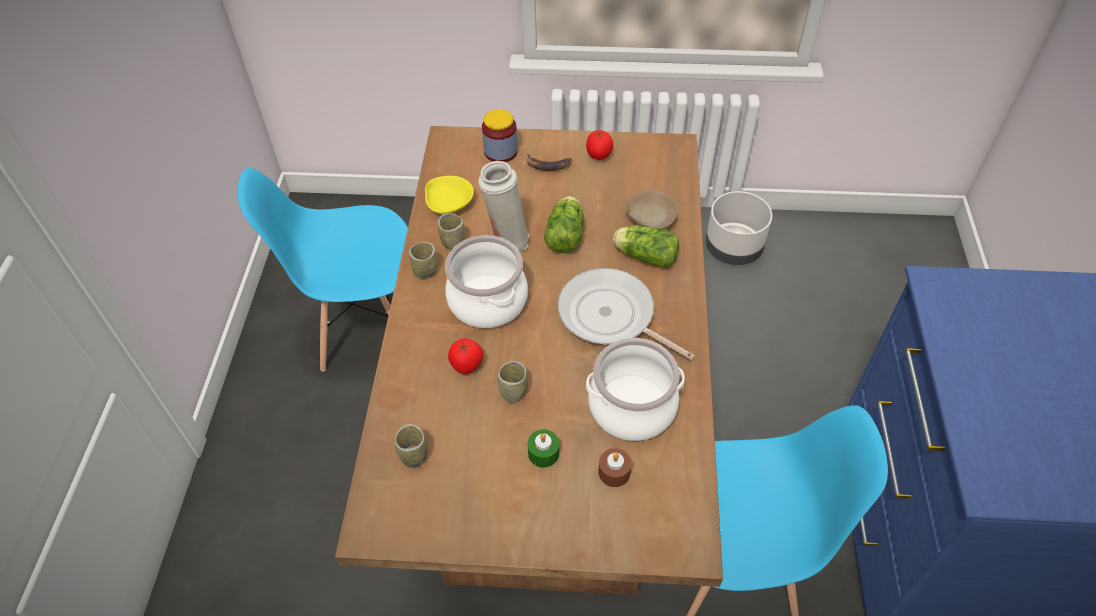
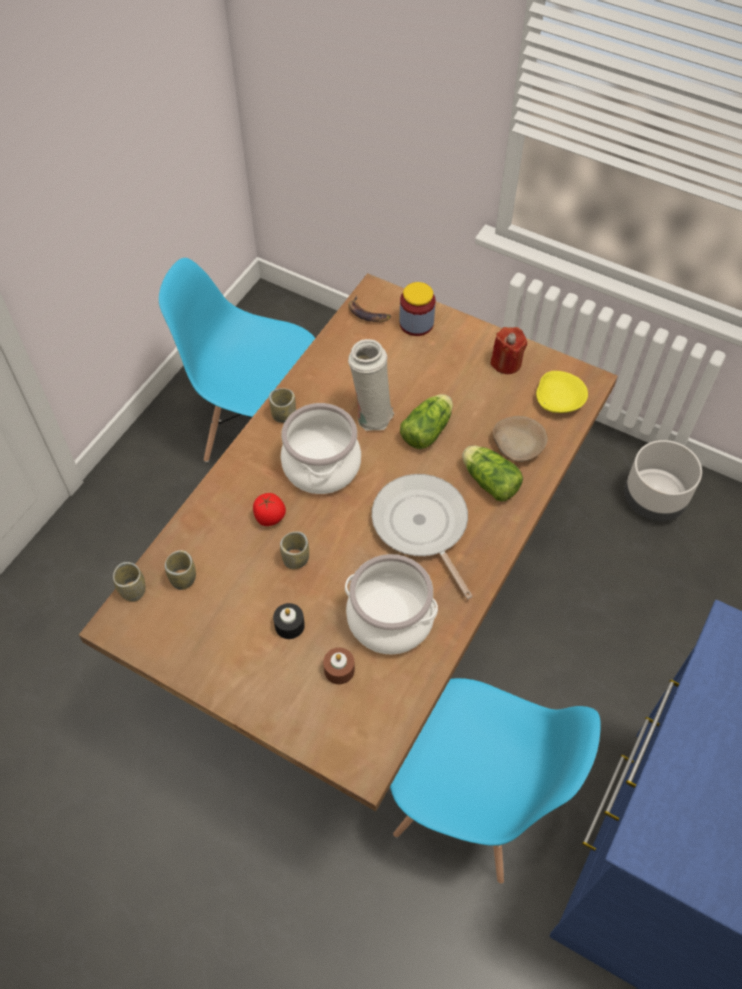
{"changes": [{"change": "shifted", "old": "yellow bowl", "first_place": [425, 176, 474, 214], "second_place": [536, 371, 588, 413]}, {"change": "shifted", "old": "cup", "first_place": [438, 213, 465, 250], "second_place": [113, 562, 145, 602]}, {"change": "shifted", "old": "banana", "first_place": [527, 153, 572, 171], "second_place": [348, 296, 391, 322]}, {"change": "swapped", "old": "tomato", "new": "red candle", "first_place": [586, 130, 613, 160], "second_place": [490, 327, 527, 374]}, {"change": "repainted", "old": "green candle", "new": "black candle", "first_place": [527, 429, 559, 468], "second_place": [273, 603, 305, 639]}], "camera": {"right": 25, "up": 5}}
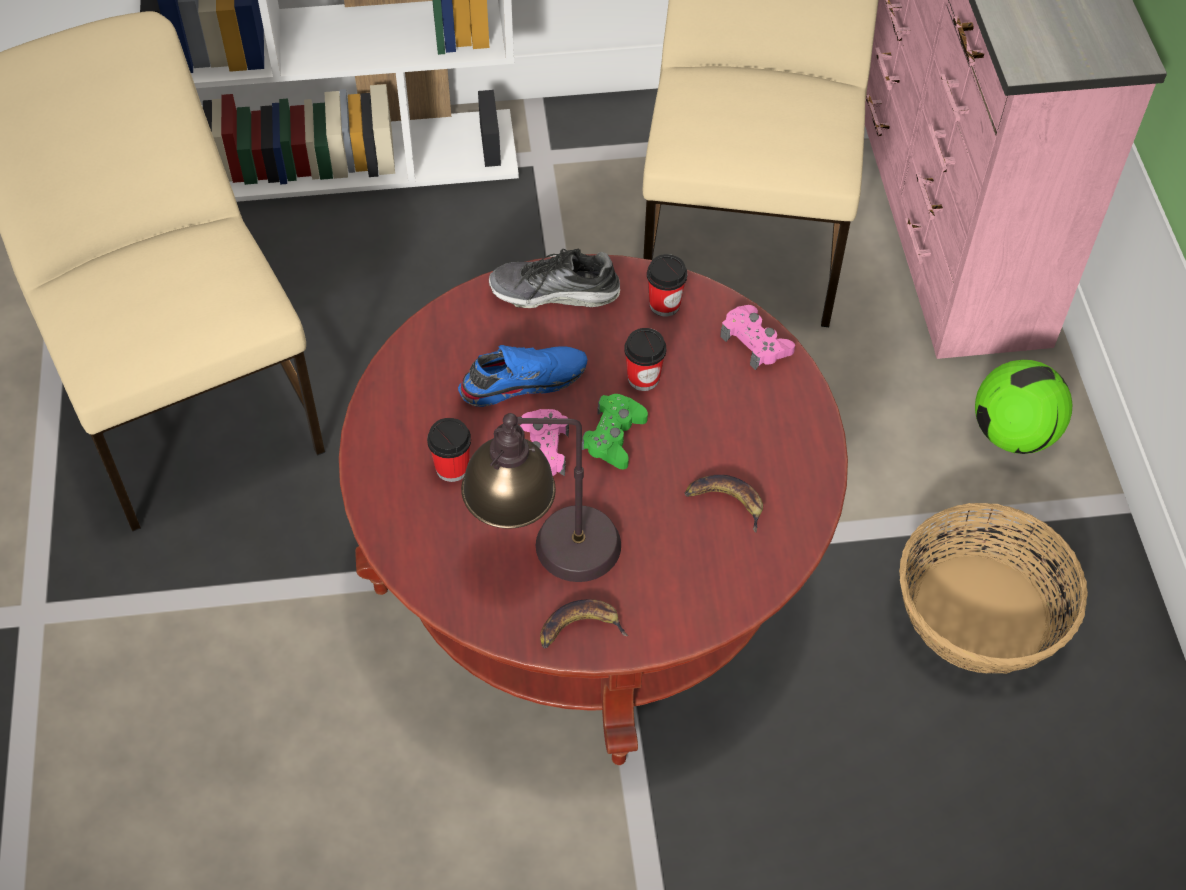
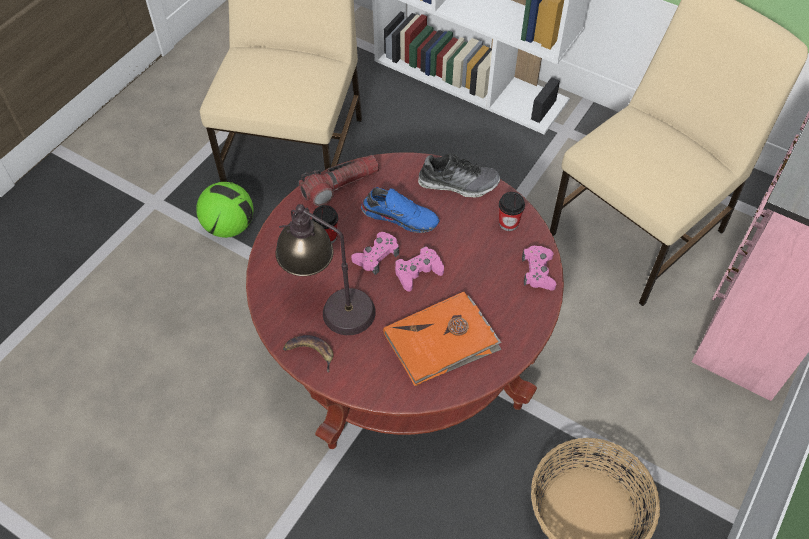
{"changes": [{"change": "gone", "old": "cup", "first_place": [624, 328, 666, 391]}, {"change": "new", "new": "flashlight", "second_place": [299, 155, 379, 206]}, {"change": "shifted", "old": "football", "first_place": [975, 360, 1072, 454], "second_place": [196, 182, 253, 238]}, {"change": "swapped", "old": "banana", "new": "orange book", "first_place": [685, 475, 763, 532], "second_place": [383, 292, 502, 386]}, {"change": "repainted", "old": "green game controller", "new": "pink game controller", "first_place": [582, 394, 648, 469], "second_place": [395, 246, 444, 292]}, {"change": "rotated", "old": "shoe", "first_place": [489, 249, 620, 308], "second_place": [418, 153, 500, 198], "degrees": 150}], "camera": {"right": 40, "up": 0}}
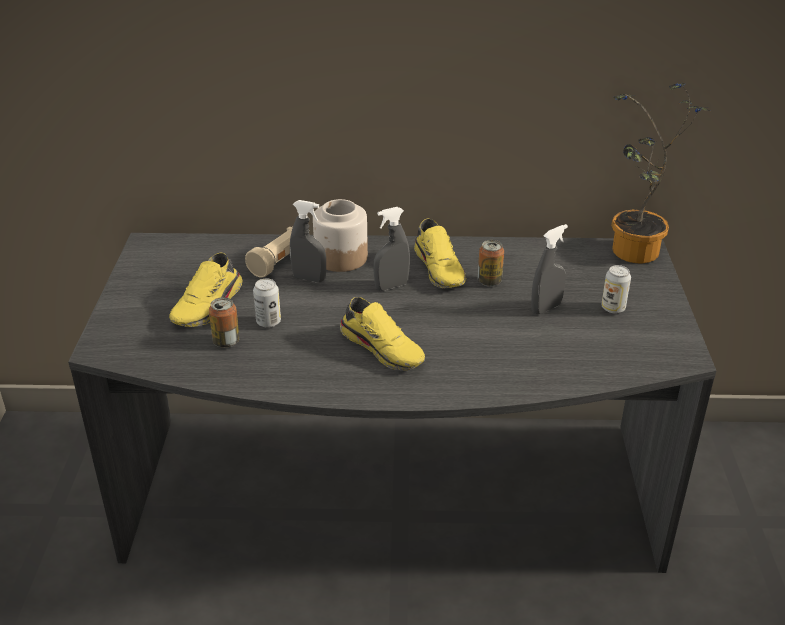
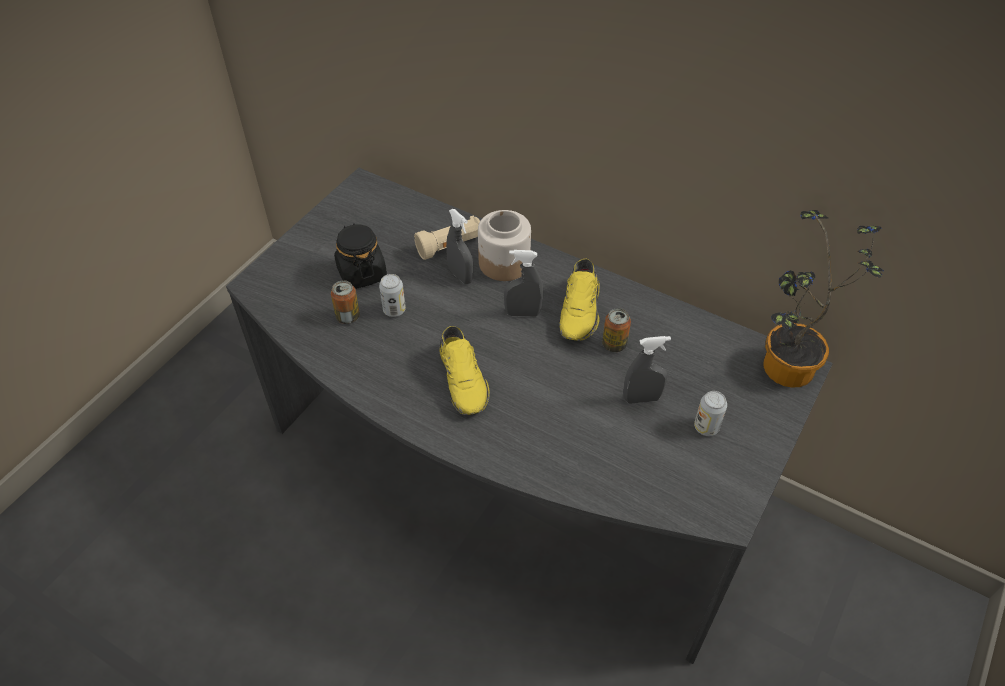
{"changes": [{"change": "swapped", "old": "yellow shoe", "new": "black jar", "first_place": [169, 253, 243, 327], "second_place": [334, 223, 387, 289]}], "camera": {"right": 30, "up": 15}}
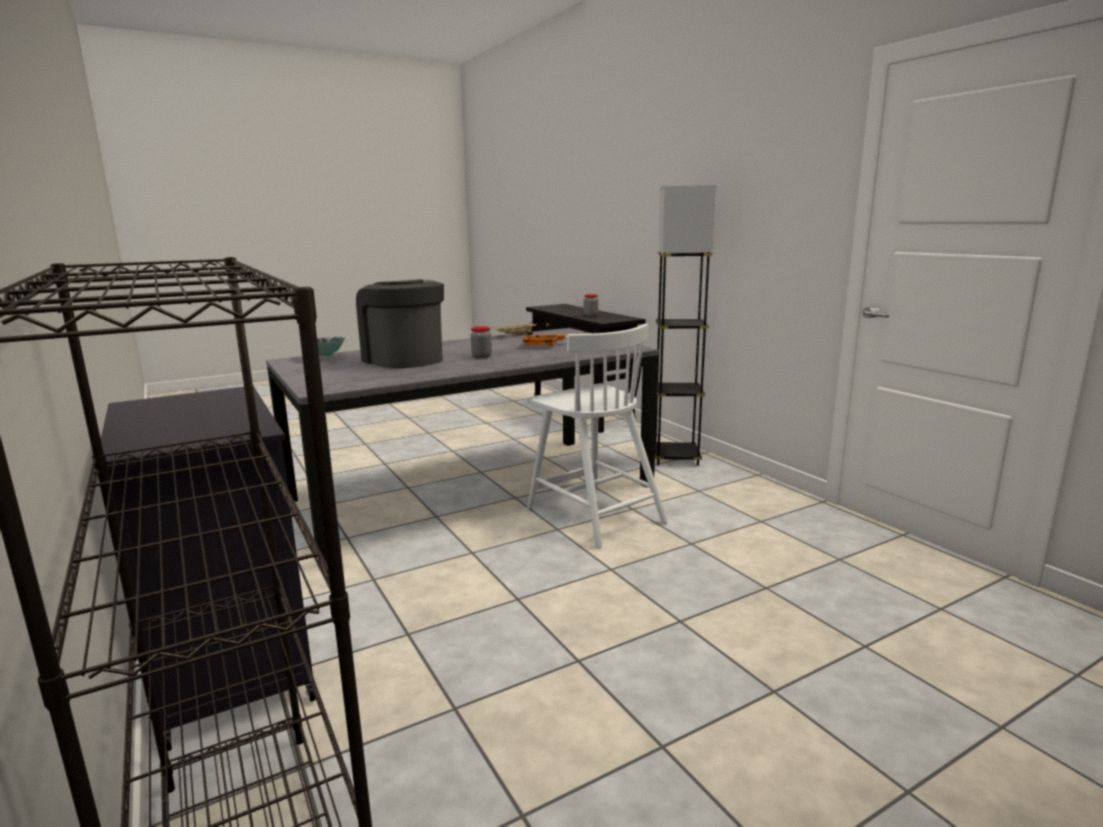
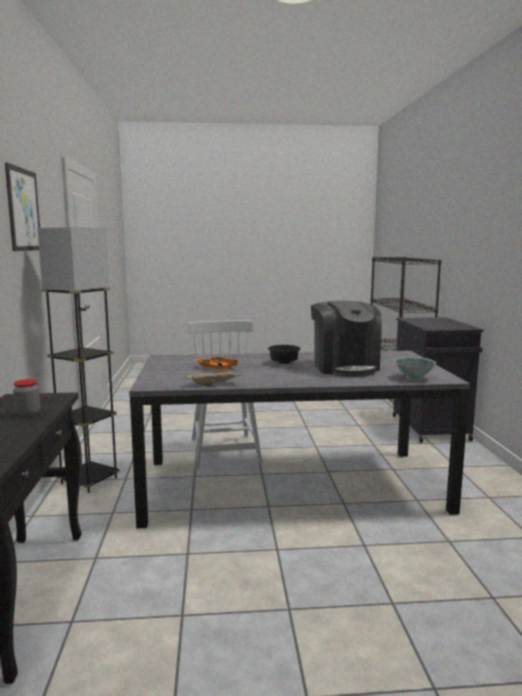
{"changes": [{"change": "new", "new": "picture", "second_place": [5, 162, 40, 251]}, {"change": "swapped", "old": "jar", "new": "black bowl", "first_place": [471, 326, 492, 358], "second_place": [268, 345, 300, 364]}], "camera": {"right": -155, "up": -5}}
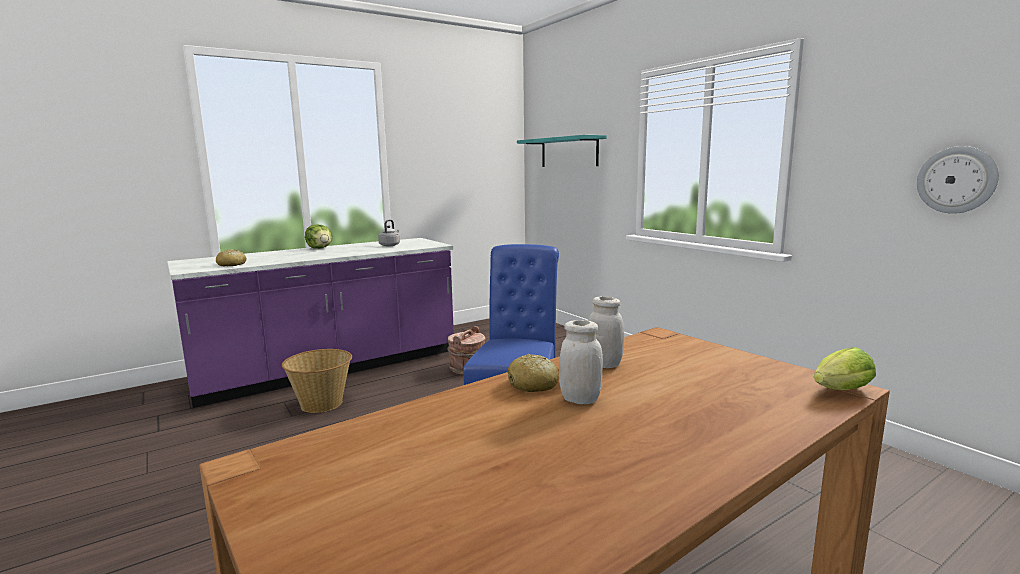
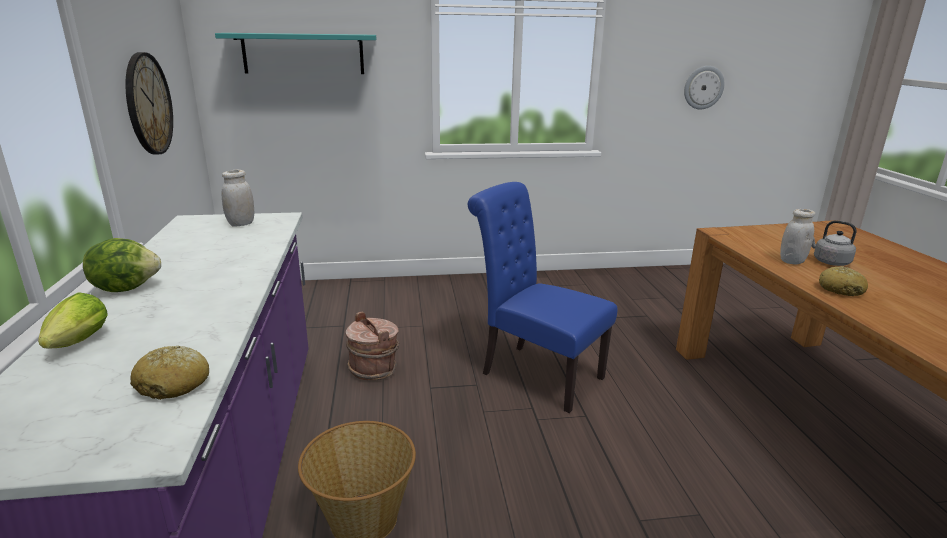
{"changes": [{"change": "new", "new": "wall clock", "second_place": [125, 52, 173, 154]}, {"change": "shifted", "old": "grey kettle", "first_place": [378, 220, 400, 246], "second_place": [812, 220, 857, 266]}, {"change": "shifted", "old": "white jar", "first_place": [559, 320, 603, 404], "second_place": [222, 170, 255, 227]}, {"change": "shifted", "old": "lettuce", "first_place": [814, 347, 876, 390], "second_place": [38, 292, 108, 349]}], "camera": {"right": -65, "up": 10}}
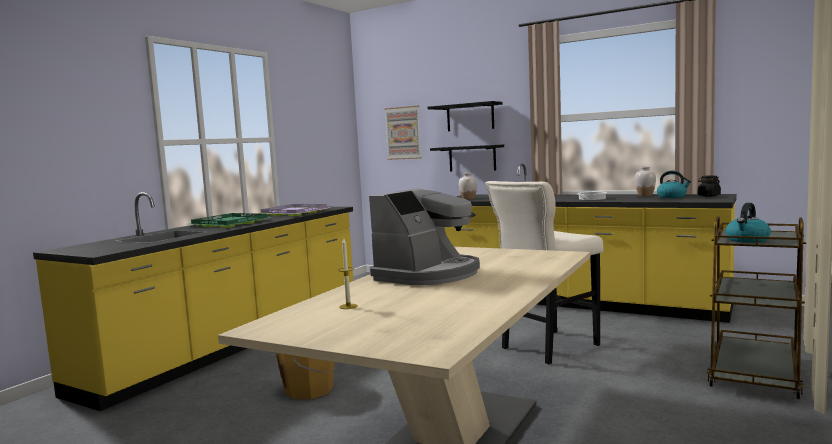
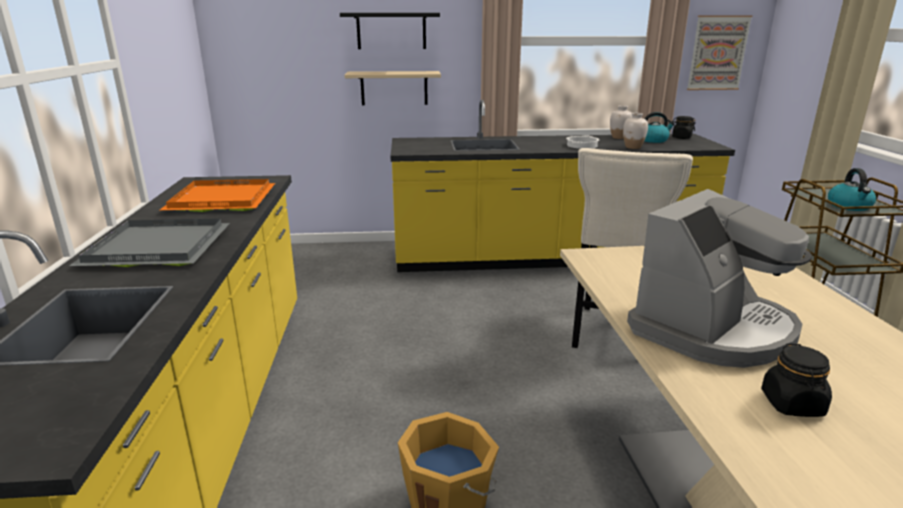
{"changes": [{"change": "gone", "old": "candle", "first_place": [338, 238, 358, 309]}, {"change": "new", "new": "black jar", "second_place": [761, 344, 832, 417]}, {"change": "shifted", "old": "picture", "first_place": [384, 106, 422, 160], "second_place": [687, 15, 752, 90]}, {"change": "shifted", "old": "white vase", "first_place": [459, 173, 477, 200], "second_place": [623, 113, 648, 149]}, {"change": "repainted", "old": "green tray", "new": "grey tray", "first_place": [189, 213, 272, 228], "second_place": [69, 219, 230, 267]}, {"change": "repainted", "old": "purple tray", "new": "orange tray", "first_place": [261, 204, 332, 216], "second_place": [160, 179, 275, 212]}, {"change": "repainted", "old": "black shelf", "new": "beige shelf", "first_place": [430, 145, 504, 172], "second_place": [345, 71, 441, 105]}, {"change": "rotated", "old": "coffee machine", "first_place": [369, 188, 480, 285], "second_place": [627, 189, 812, 368], "degrees": 45}], "camera": {"right": -35, "up": 15}}
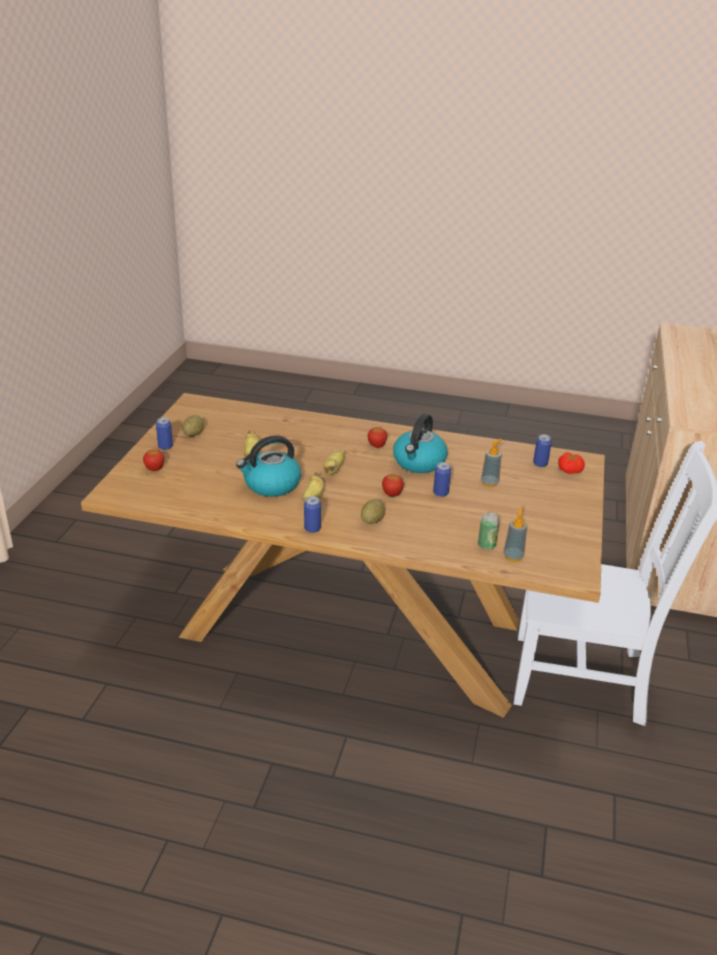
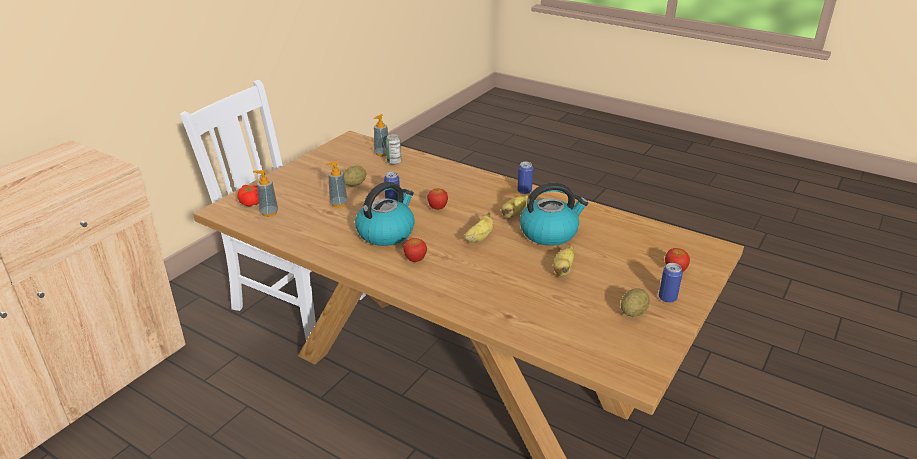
{"changes": [{"change": "shifted", "old": "potato", "first_place": [361, 499, 385, 524], "second_place": [343, 165, 366, 187]}, {"change": "swapped", "old": "can", "new": "soap dispenser", "first_place": [533, 434, 552, 467], "second_place": [253, 170, 278, 217]}], "camera": {"right": -160, "up": 0}}
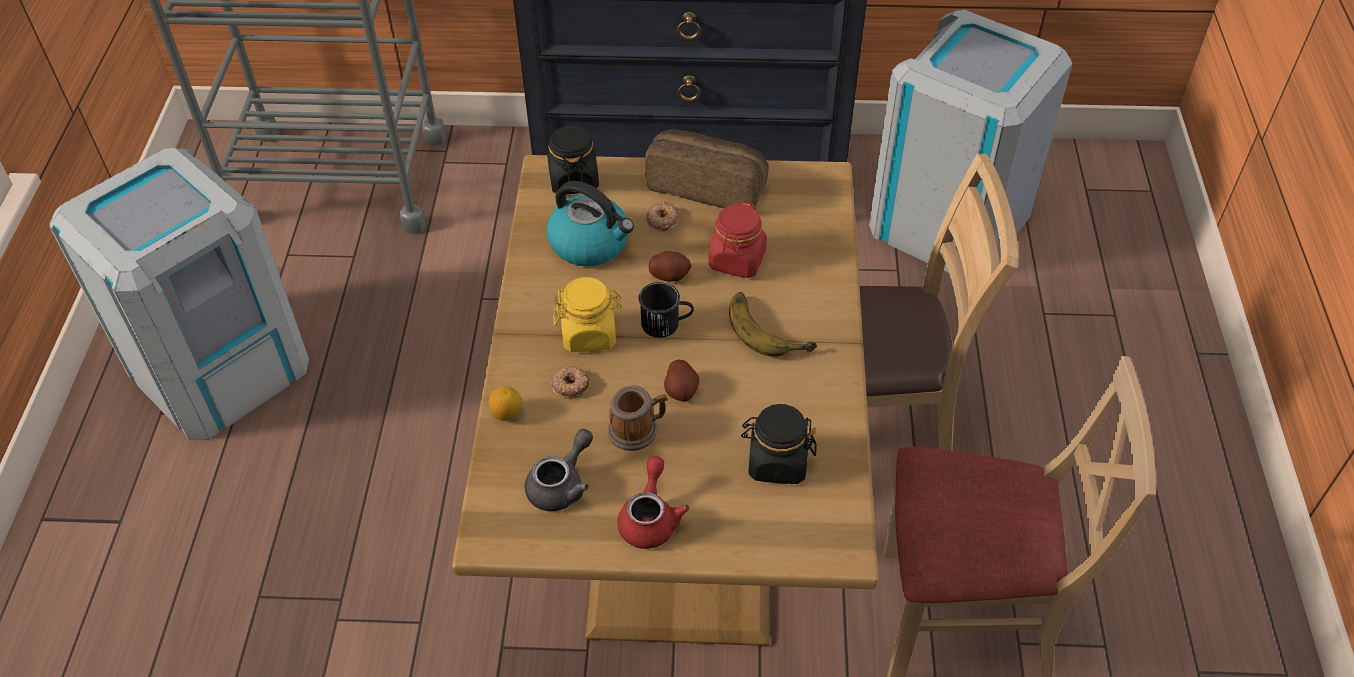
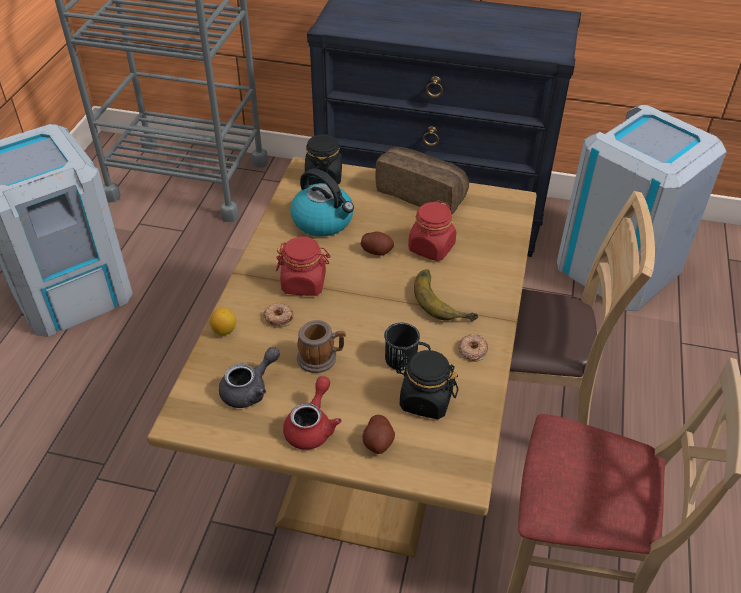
{"changes": [{"change": "shifted", "old": "black mug", "first_place": [638, 282, 694, 338], "second_place": [384, 323, 431, 370]}, {"change": "shifted", "old": "donut", "first_place": [646, 201, 679, 232], "second_place": [458, 334, 488, 362]}, {"change": "shifted", "old": "potato", "first_place": [664, 360, 699, 402], "second_place": [362, 415, 395, 454]}, {"change": "repainted", "old": "yellow jar", "new": "red jar", "first_place": [553, 277, 622, 352], "second_place": [276, 236, 331, 296]}], "camera": {"right": 10, "up": -5}}
